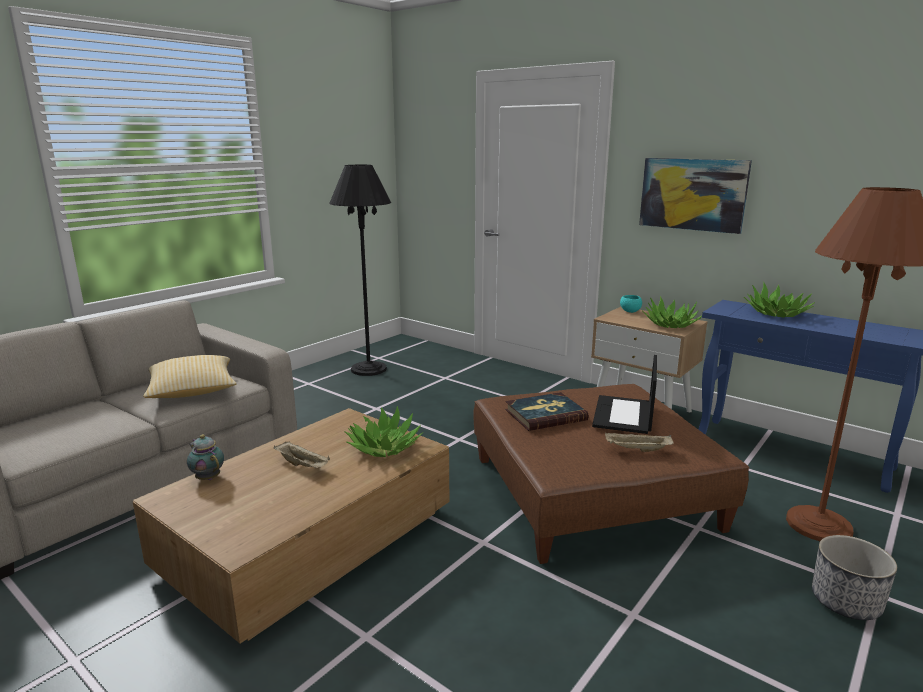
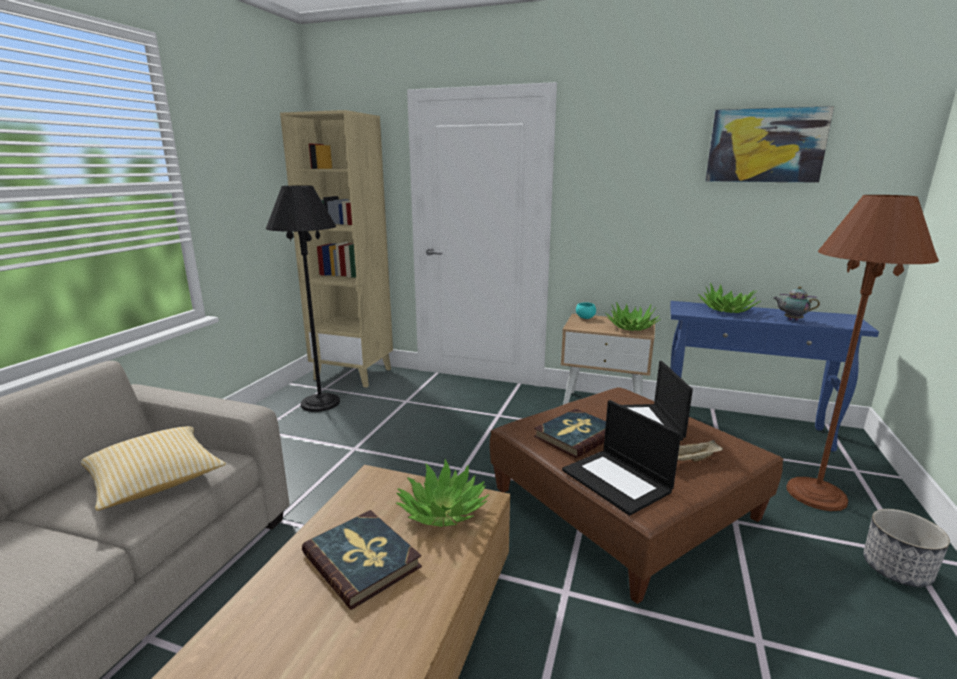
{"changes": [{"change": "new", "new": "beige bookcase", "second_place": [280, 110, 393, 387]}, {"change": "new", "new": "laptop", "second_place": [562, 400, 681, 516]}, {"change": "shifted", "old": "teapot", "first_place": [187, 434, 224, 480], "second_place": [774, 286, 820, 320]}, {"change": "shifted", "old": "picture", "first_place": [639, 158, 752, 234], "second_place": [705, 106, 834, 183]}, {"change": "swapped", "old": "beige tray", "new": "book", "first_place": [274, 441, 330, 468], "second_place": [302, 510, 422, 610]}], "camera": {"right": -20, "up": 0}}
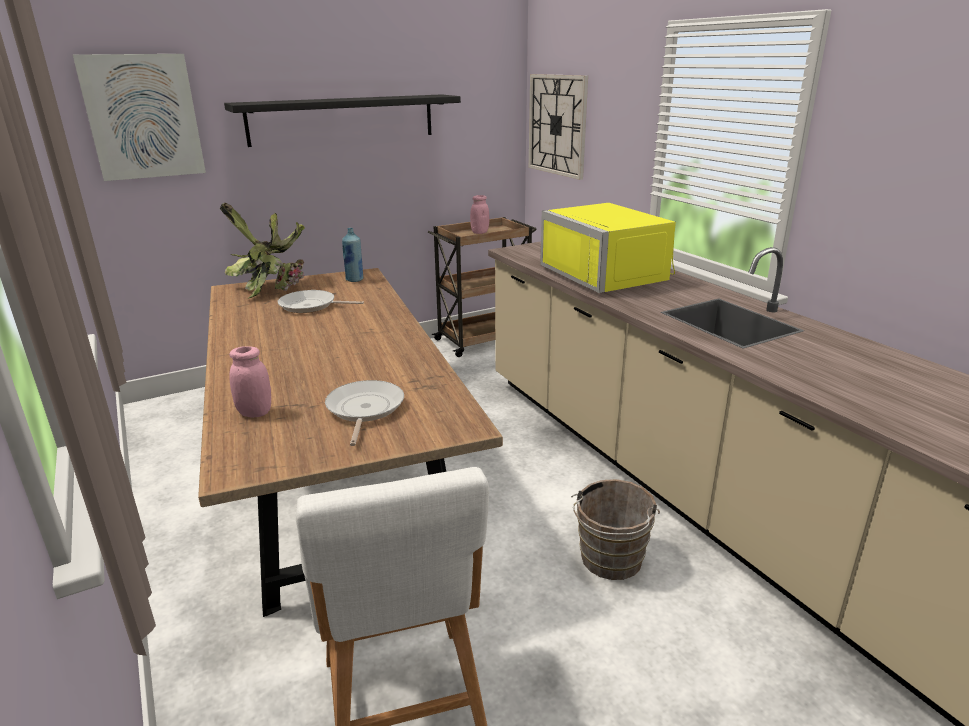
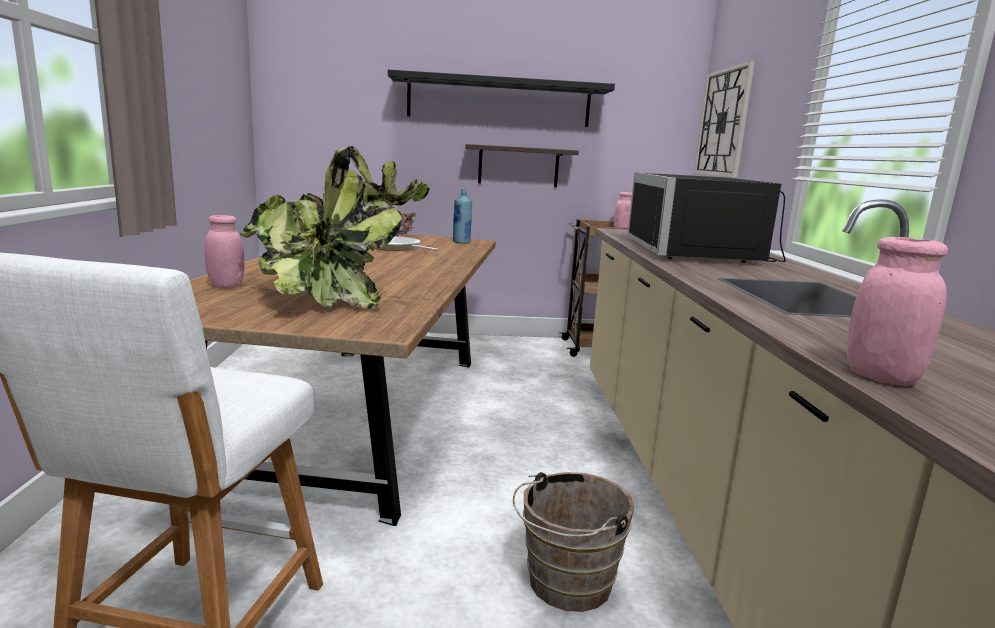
{"changes": [{"change": "gone", "old": "picture", "first_place": [73, 54, 206, 181]}, {"change": "new", "new": "shelf", "second_place": [465, 144, 579, 187]}, {"change": "new", "new": "pink jar", "second_place": [847, 237, 948, 385]}, {"change": "swapped", "old": "frying pan", "new": "potted plant", "first_place": [325, 380, 404, 446], "second_place": [239, 147, 402, 309]}, {"change": "repainted", "old": "yellow microwave", "new": "black microwave", "first_place": [540, 203, 676, 293], "second_place": [627, 173, 786, 263]}], "camera": {"right": 25, "up": -10}}
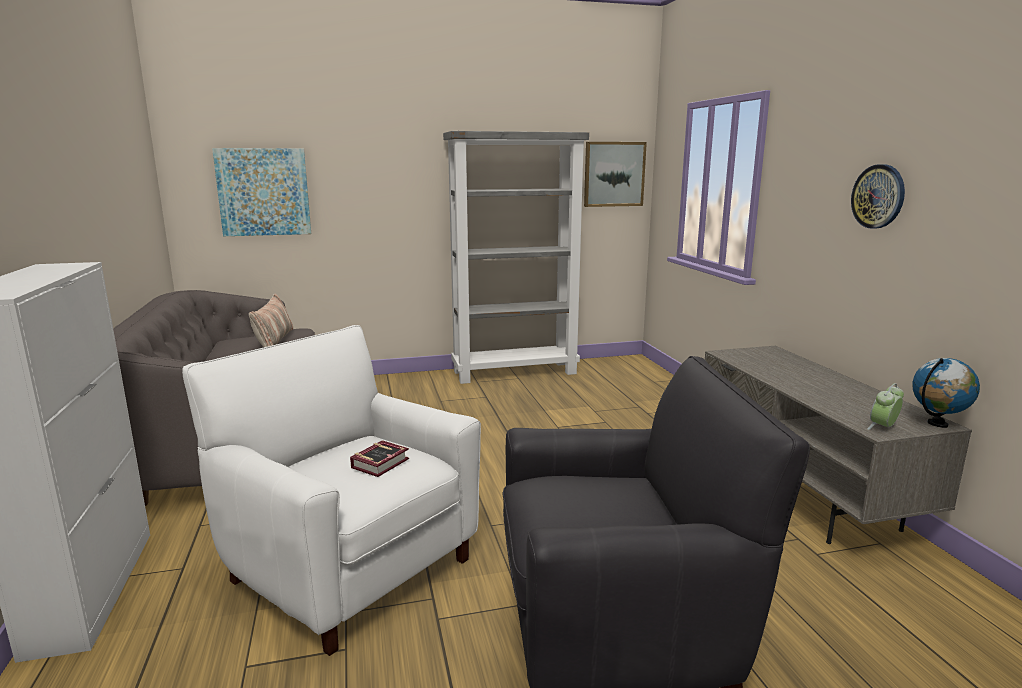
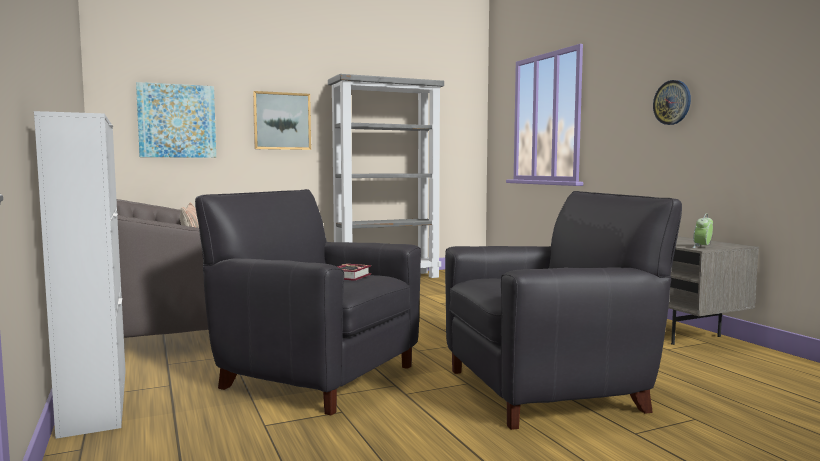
{"changes": [{"change": "gone", "old": "globe", "first_place": [912, 358, 980, 428]}, {"change": "shifted", "old": "picture", "first_place": [584, 142, 647, 207], "second_place": [253, 91, 311, 150]}, {"change": "repainted", "old": "white armchair", "new": "black armchair", "first_place": [182, 325, 481, 656], "second_place": [195, 189, 421, 415]}], "camera": {"right": -10, "up": -10}}
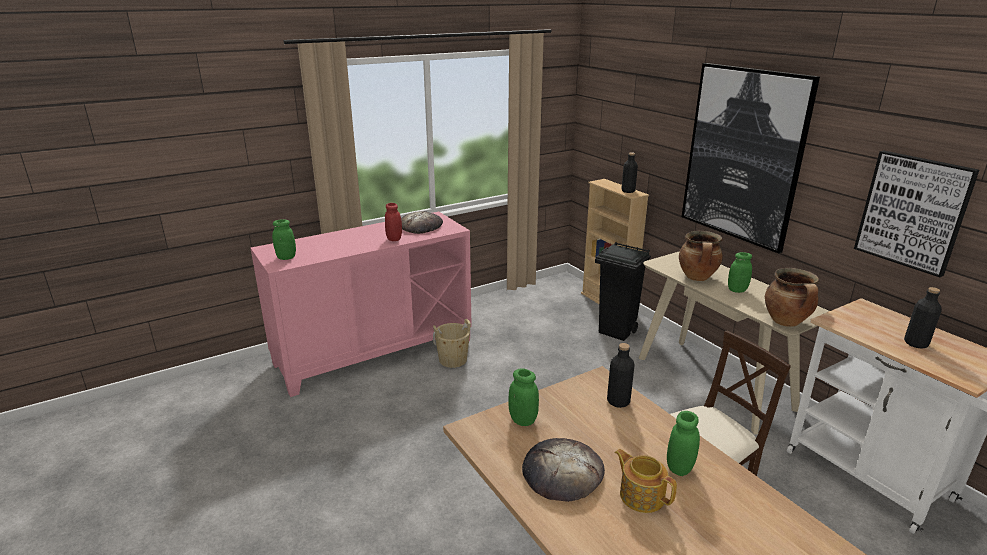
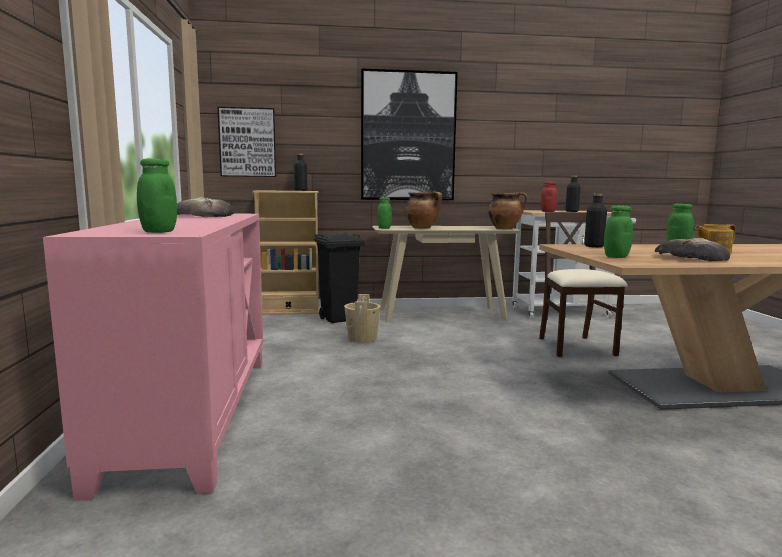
{"changes": [{"change": "shifted", "old": "red jar", "first_place": [385, 203, 402, 241], "second_place": [541, 181, 558, 212]}, {"change": "shifted", "old": "beige bucket", "first_place": [433, 319, 471, 368], "second_place": [344, 294, 381, 343]}, {"change": "shifted", "old": "green jar", "first_place": [728, 252, 752, 293], "second_place": [377, 197, 392, 229]}, {"change": "shifted", "old": "picture", "first_place": [854, 150, 979, 277], "second_place": [217, 107, 276, 177]}], "camera": {"right": -65, "up": -15}}
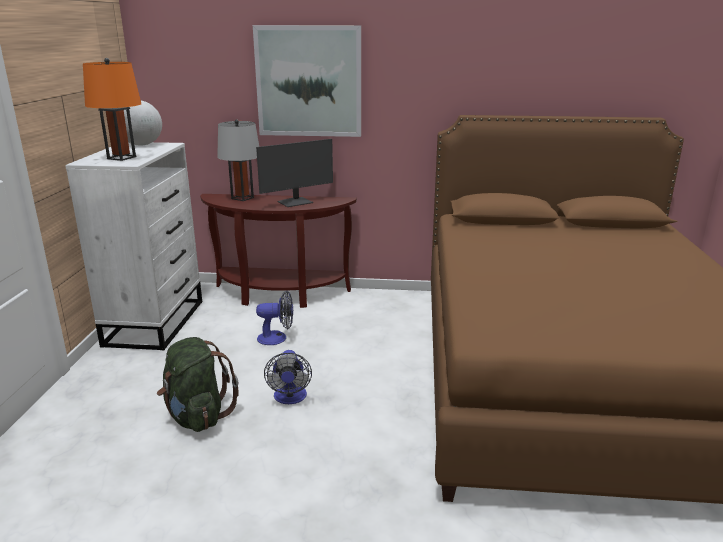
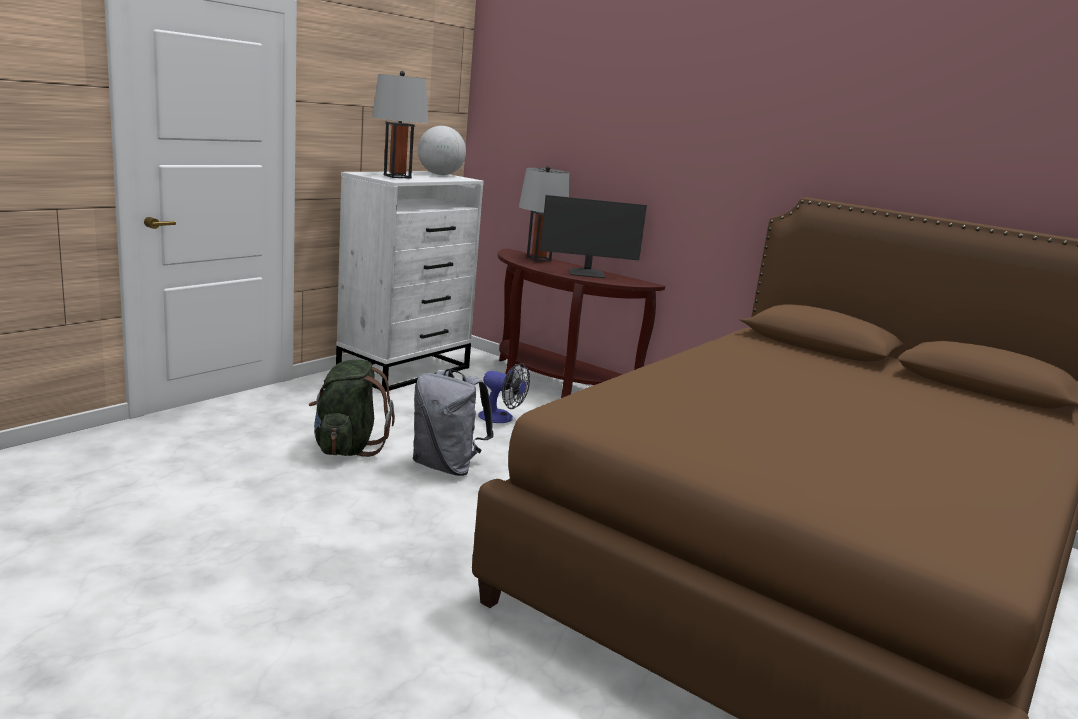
{"changes": [{"change": "gone", "old": "picture", "first_place": [253, 25, 361, 137]}, {"change": "swapped", "old": "fan", "new": "grey backpack", "first_place": [264, 350, 312, 404], "second_place": [413, 369, 494, 476]}, {"change": "repainted", "old": "orange table lamp", "new": "grey table lamp", "first_place": [83, 58, 141, 161], "second_place": [372, 71, 428, 179]}], "camera": {"right": 30, "up": -5}}
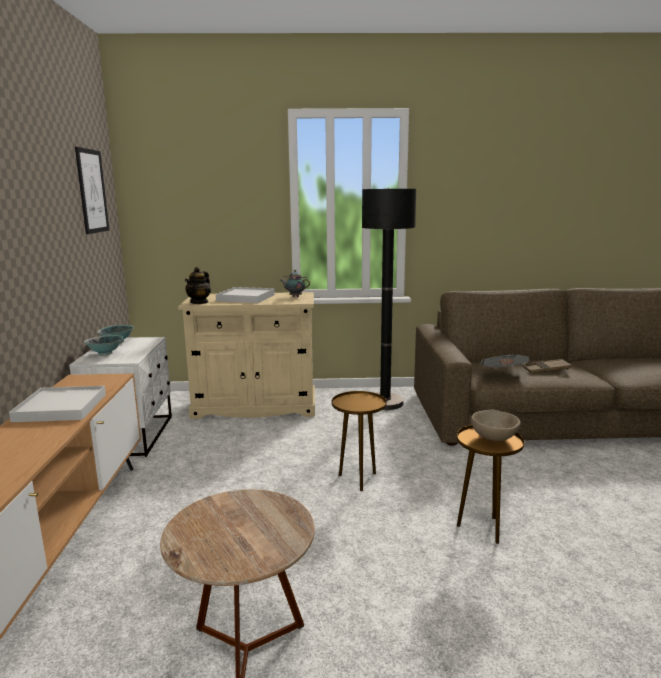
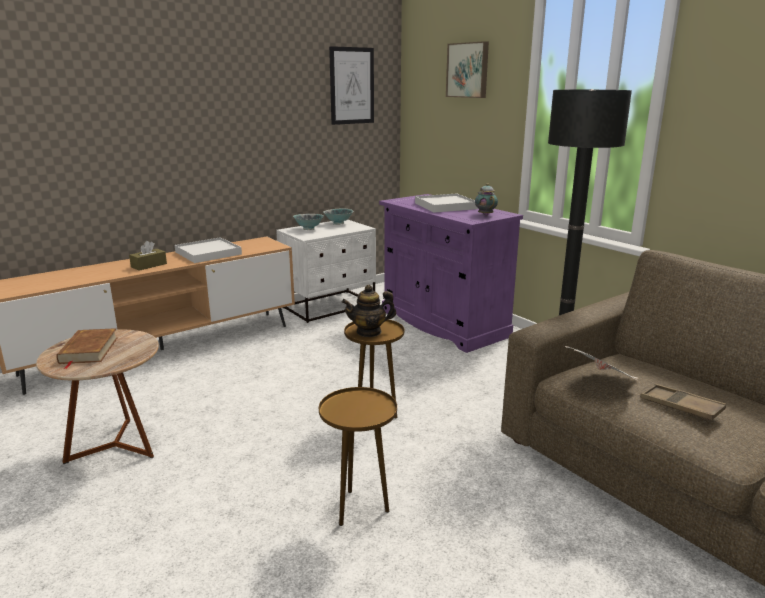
{"changes": [{"change": "gone", "old": "beige bowl", "first_place": [471, 409, 521, 441]}, {"change": "new", "new": "brown book", "second_place": [56, 328, 118, 369]}, {"change": "new", "new": "brown tissue box", "second_place": [129, 241, 167, 271]}, {"change": "new", "new": "picture", "second_place": [446, 41, 489, 98]}, {"change": "shifted", "old": "teapot", "first_place": [185, 267, 211, 304], "second_place": [342, 285, 396, 337]}, {"change": "repainted", "old": "beige cabinet", "new": "purple cabinet", "first_place": [178, 292, 315, 419], "second_place": [379, 194, 523, 353]}], "camera": {"right": 55, "up": 5}}
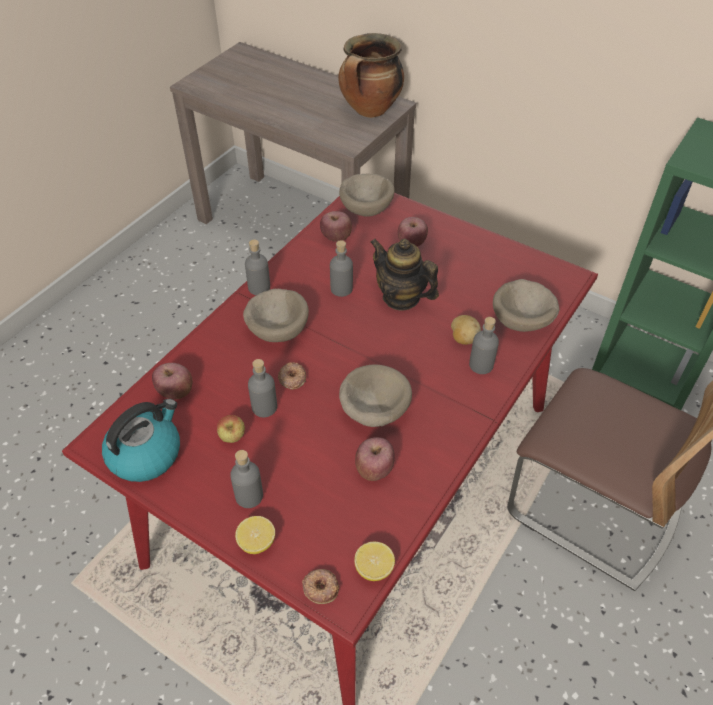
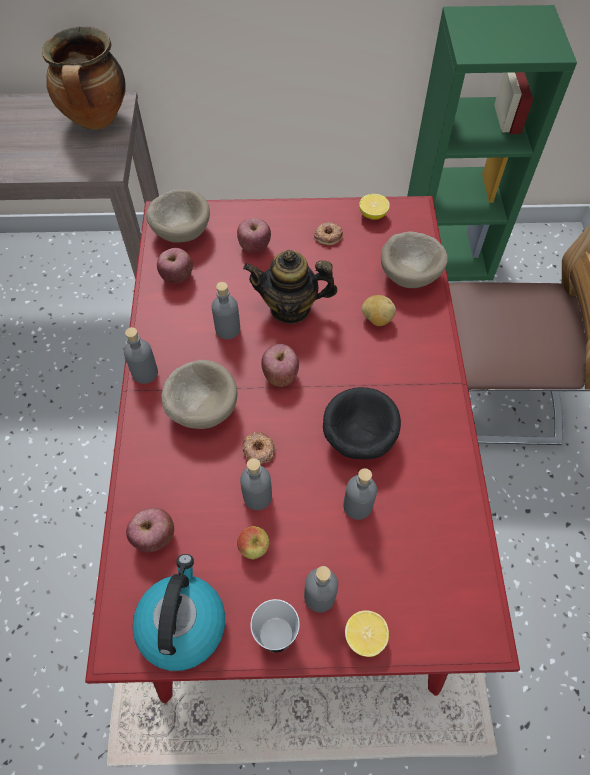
{"changes": [{"change": "new", "new": "cup", "second_place": [250, 599, 300, 653]}, {"change": "shifted", "old": "donut", "first_place": [302, 569, 339, 604], "second_place": [314, 222, 343, 245]}, {"change": "shifted", "old": "lemon", "first_place": [354, 542, 395, 581], "second_place": [359, 194, 390, 220]}, {"change": "shifted", "old": "apple", "first_place": [355, 437, 395, 481], "second_place": [261, 344, 299, 387]}, {"change": "shifted", "old": "grey bottle", "first_place": [469, 317, 499, 374], "second_place": [343, 468, 377, 520]}, {"change": "repainted", "old": "beige bowl", "new": "black bowl", "first_place": [339, 365, 412, 427], "second_place": [323, 387, 401, 459]}], "camera": {"right": -35, "up": 10}}
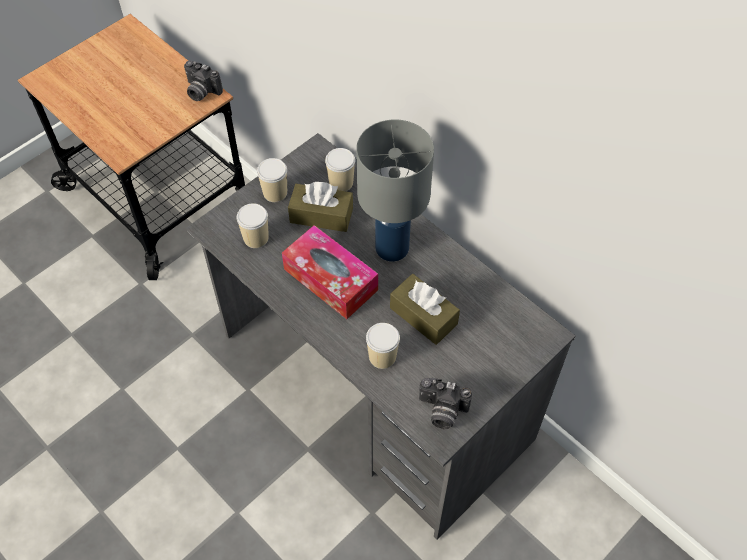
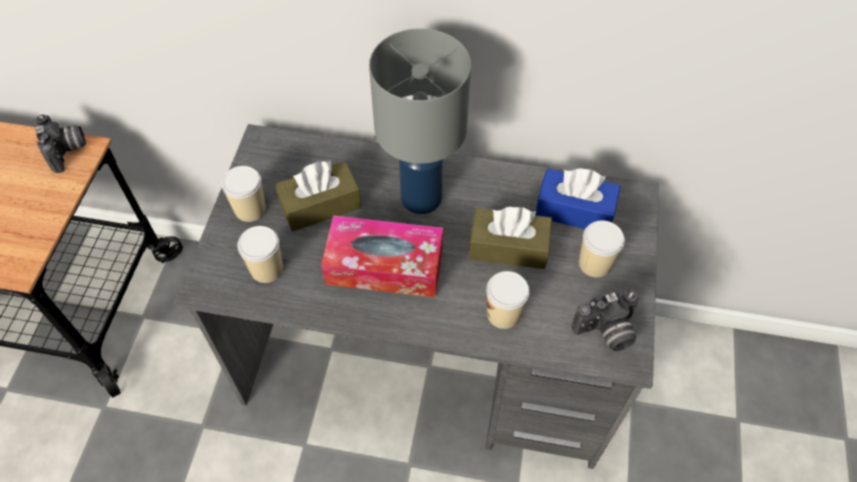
{"changes": [{"change": "new", "new": "blue tissue box", "second_place": [535, 168, 620, 229]}, {"change": "shifted", "old": "cup", "first_place": [325, 148, 355, 191], "second_place": [579, 220, 625, 277]}, {"change": "rotated", "old": "photo camera", "first_place": [184, 60, 223, 101], "second_place": [36, 115, 86, 173], "degrees": -105}], "camera": {"right": -35, "up": 0}}
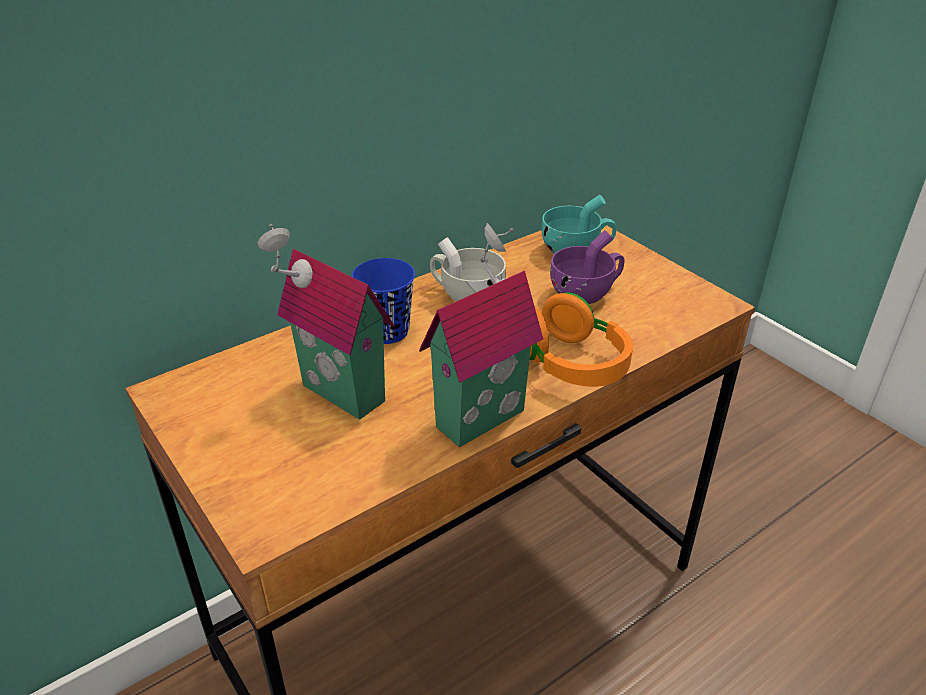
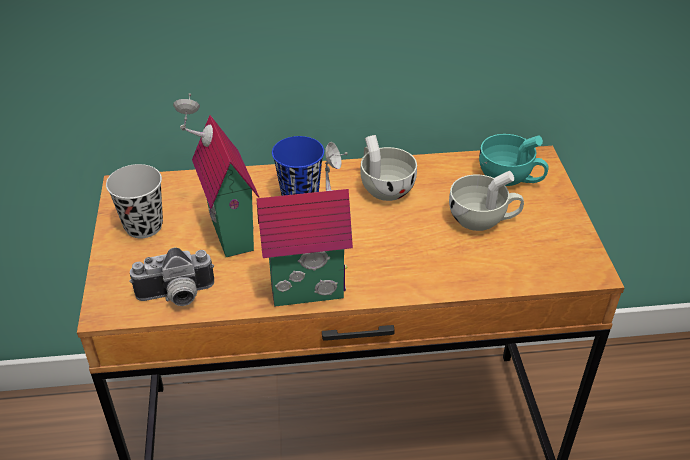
{"changes": [{"change": "gone", "old": "orange headphones", "first_place": [529, 292, 633, 387]}, {"change": "new", "new": "black cup", "second_place": [106, 164, 163, 238]}, {"change": "new", "new": "photo camera", "second_place": [129, 247, 214, 306]}, {"change": "repainted", "old": "purple cup", "new": "white cup", "first_place": [550, 230, 624, 304], "second_place": [449, 171, 524, 231]}], "camera": {"right": 30, "up": 5}}
